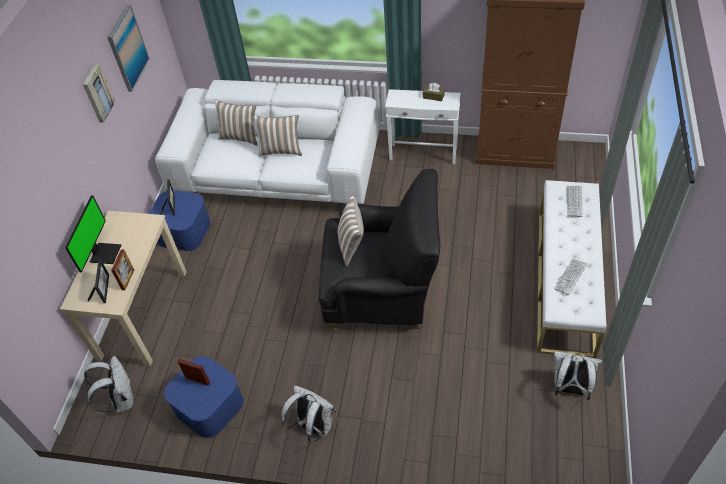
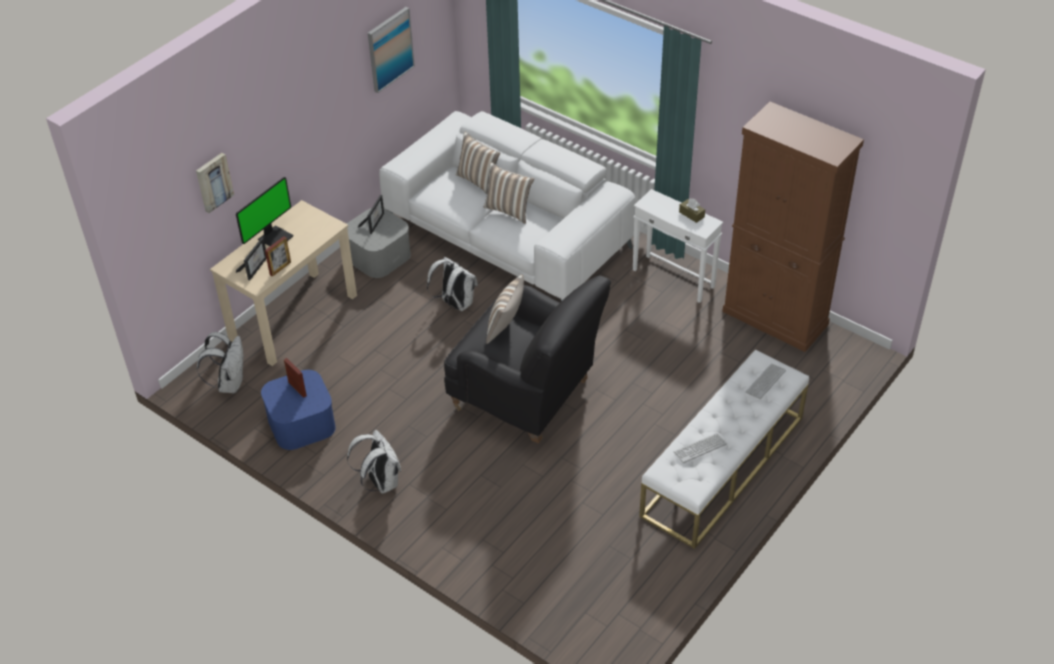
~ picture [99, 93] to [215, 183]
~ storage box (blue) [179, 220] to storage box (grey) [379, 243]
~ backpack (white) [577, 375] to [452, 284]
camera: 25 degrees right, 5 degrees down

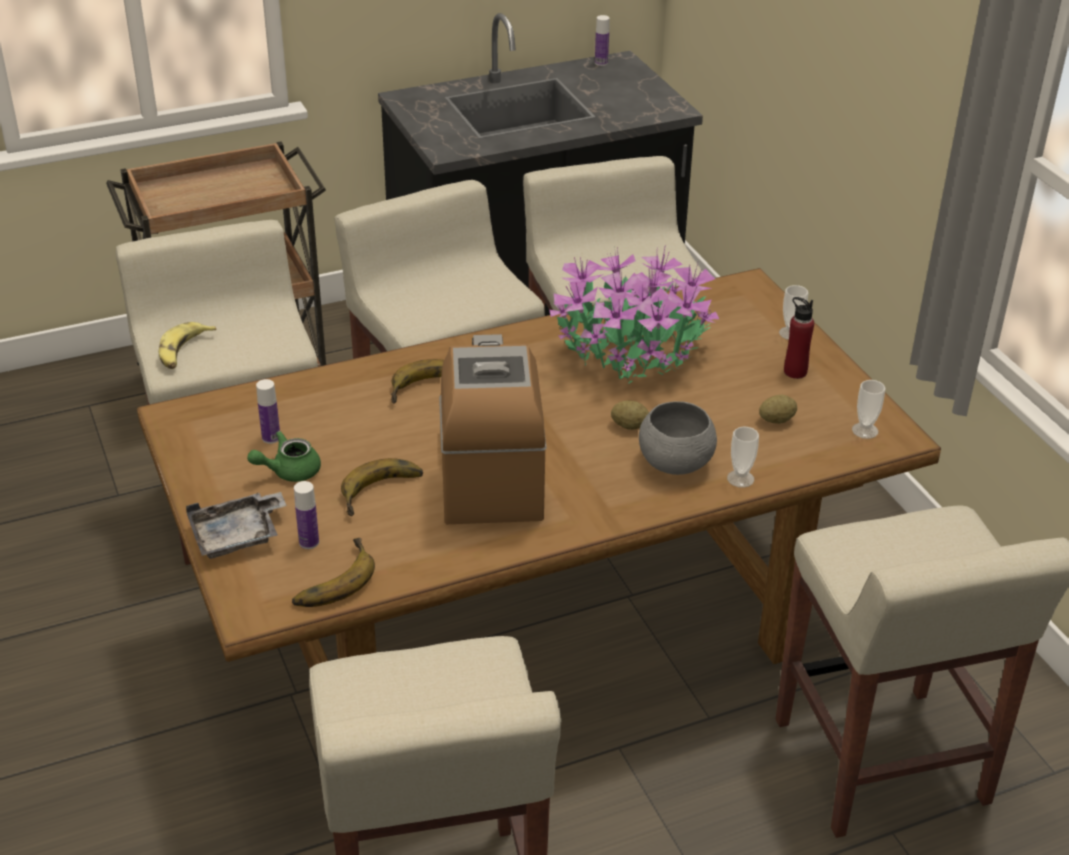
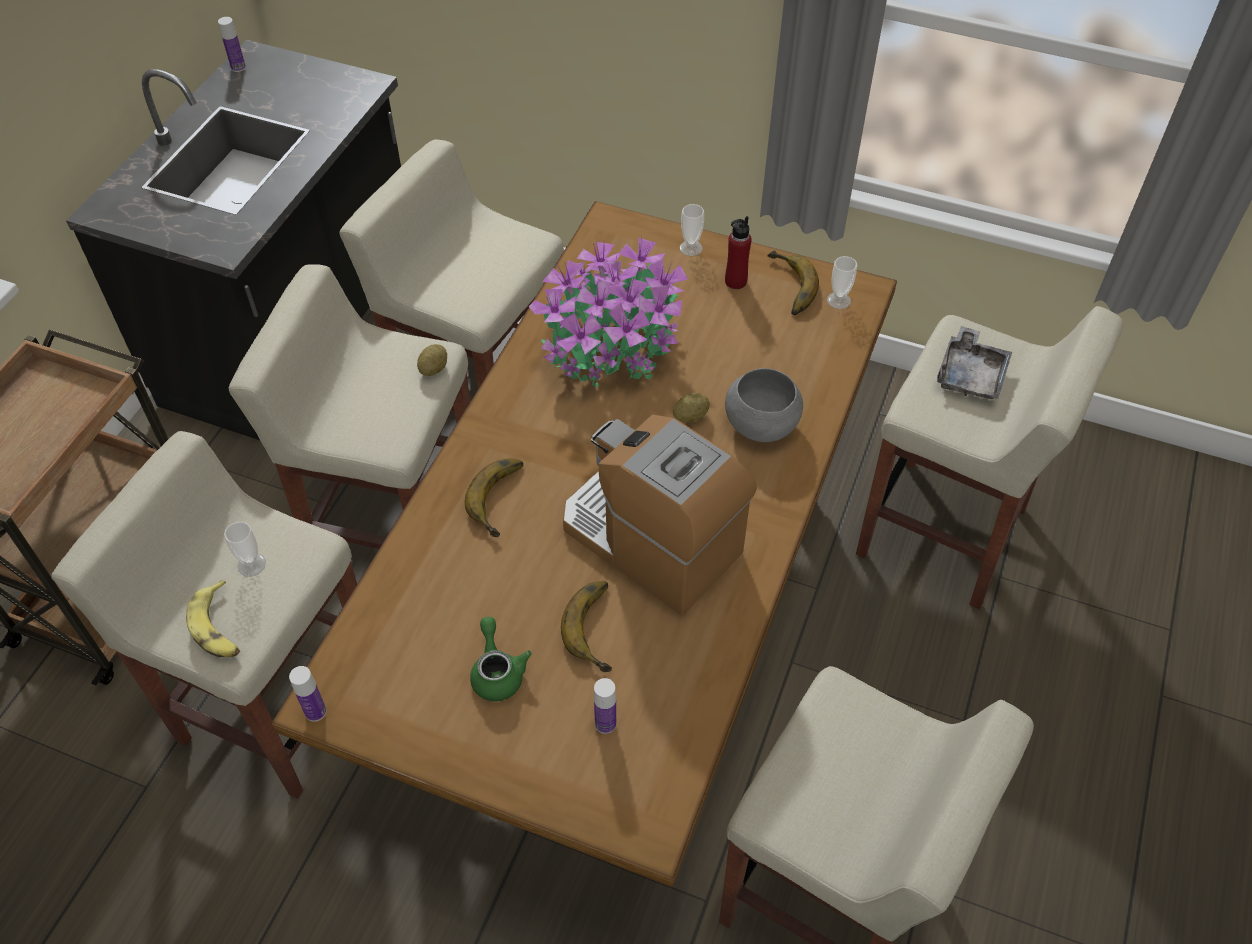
~ cup [743, 457] to [245, 549]
~ bottle [268, 411] to [307, 694]
~ potato [778, 409] to [432, 360]
~ teapot (green) [284, 456] = [501, 659] 150 degrees clockwise
~ banana [333, 572] to [793, 282]
~ tray (grey) [236, 525] to [974, 362]
camera: 45 degrees left, 15 degrees up

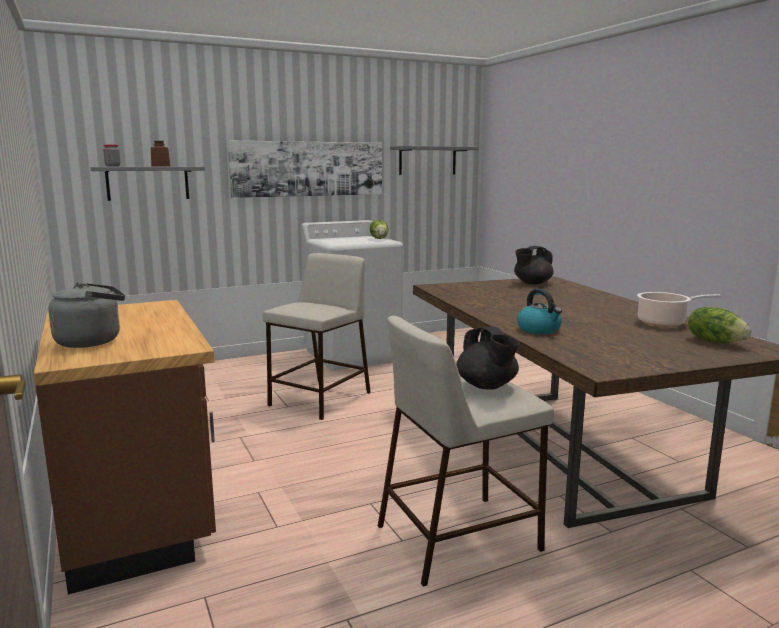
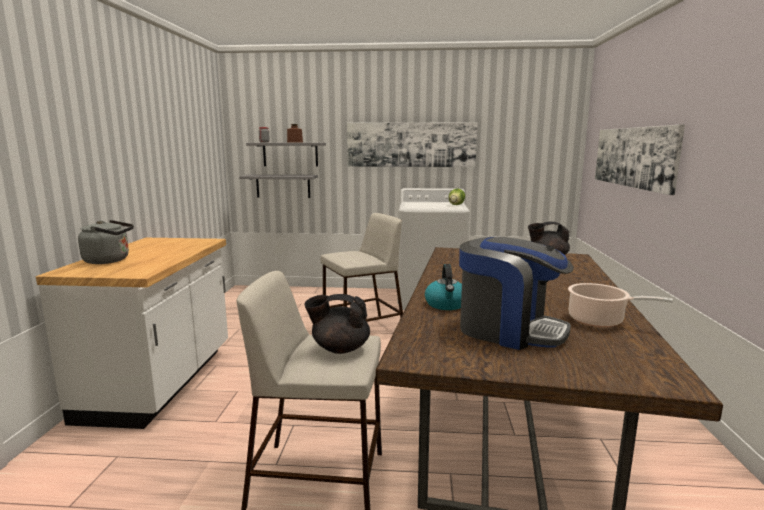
~ counter (brown) [125, 447] to counter (white) [132, 333]
~ shelf (grey) [434, 160] to [278, 186]
~ teapot (black) [488, 358] = [337, 324] 90 degrees clockwise
+ coffee machine [516, 293]
+ picture [640, 160]
- lettuce [719, 325]
camera: 30 degrees right, 0 degrees up

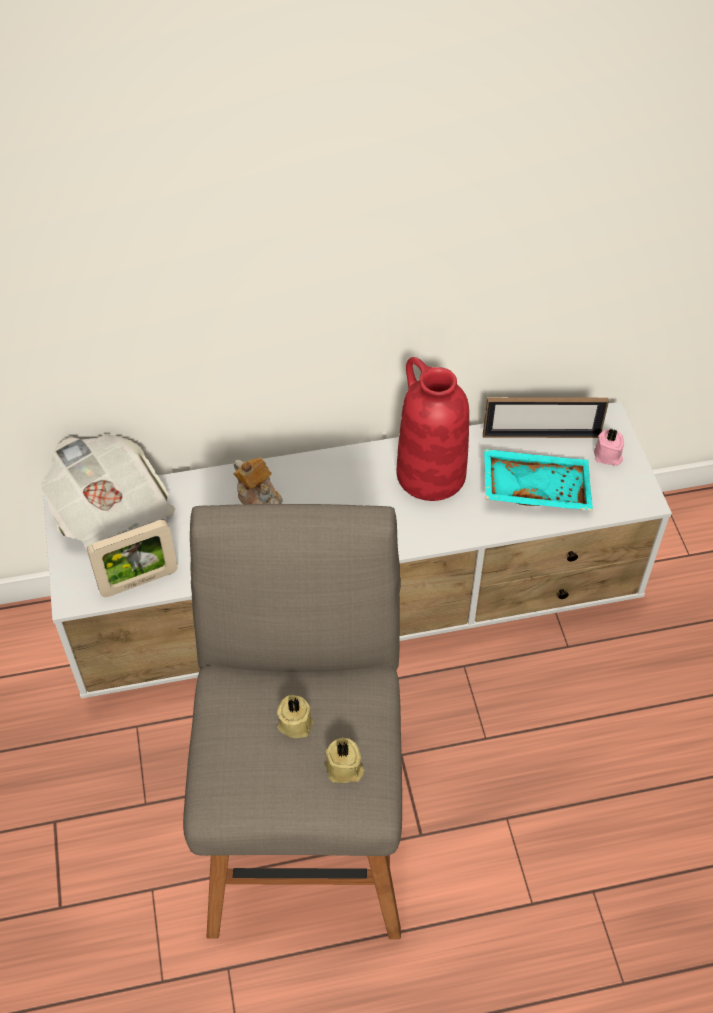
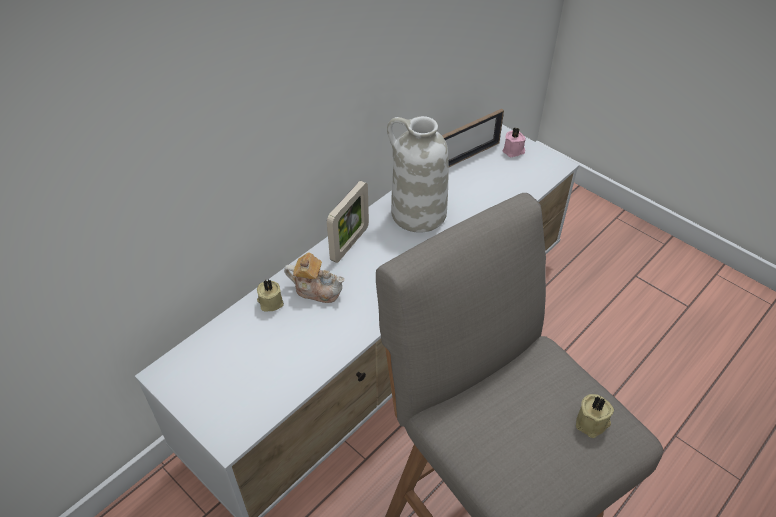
~ candle (beige) [295, 716] to [270, 296]
~ picture frame [132, 558] to [348, 222]
~ vase (red) [432, 429] to vase (white) [417, 174]
- newspaper [108, 492]
- tray (turquoise) [538, 480]
camera: 35 degrees left, 5 degrees down

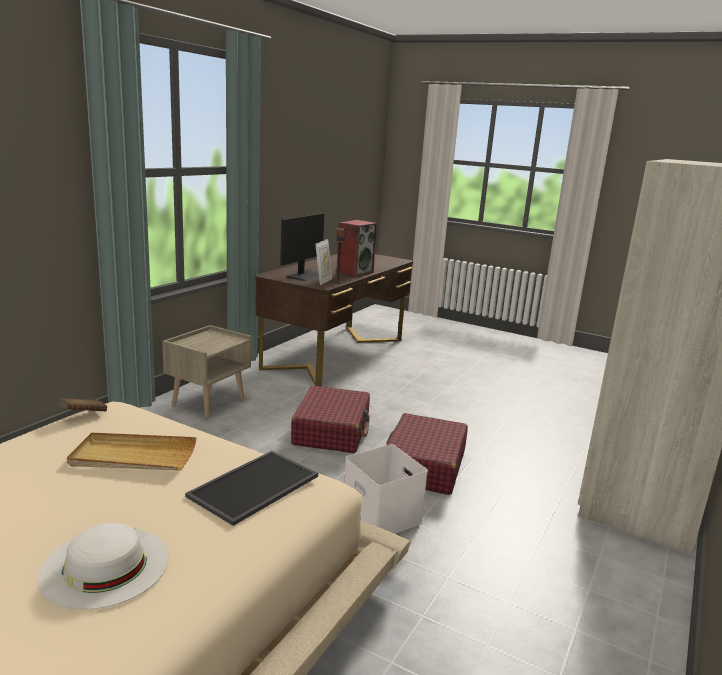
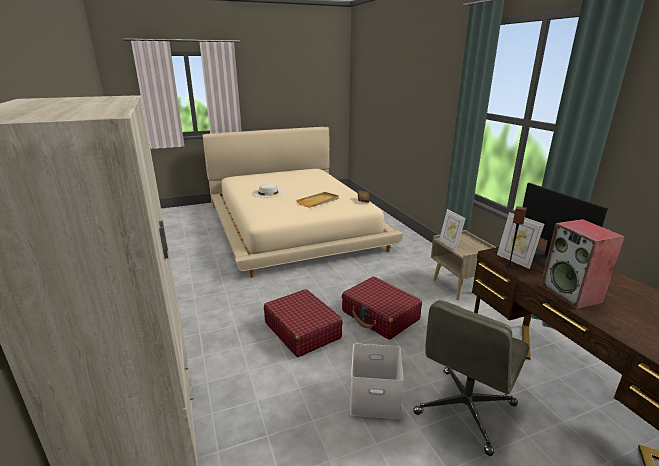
~ storage box (white) [386, 489] to [377, 381]
+ office chair (grey) [471, 378]
+ picture frame [452, 230]
- tray [251, 488]
camera: 130 degrees right, 5 degrees up

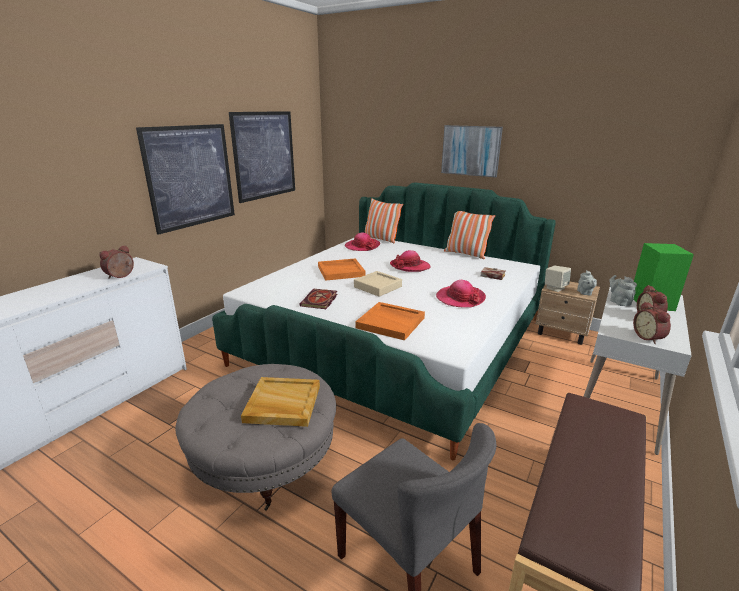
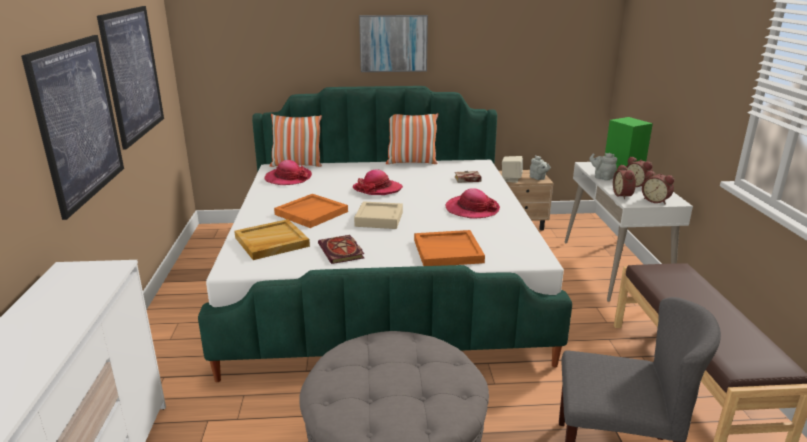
~ tray (beige) [280, 402] to [272, 239]
~ alarm clock [116, 262] to [624, 181]
camera: 35 degrees left, 0 degrees up

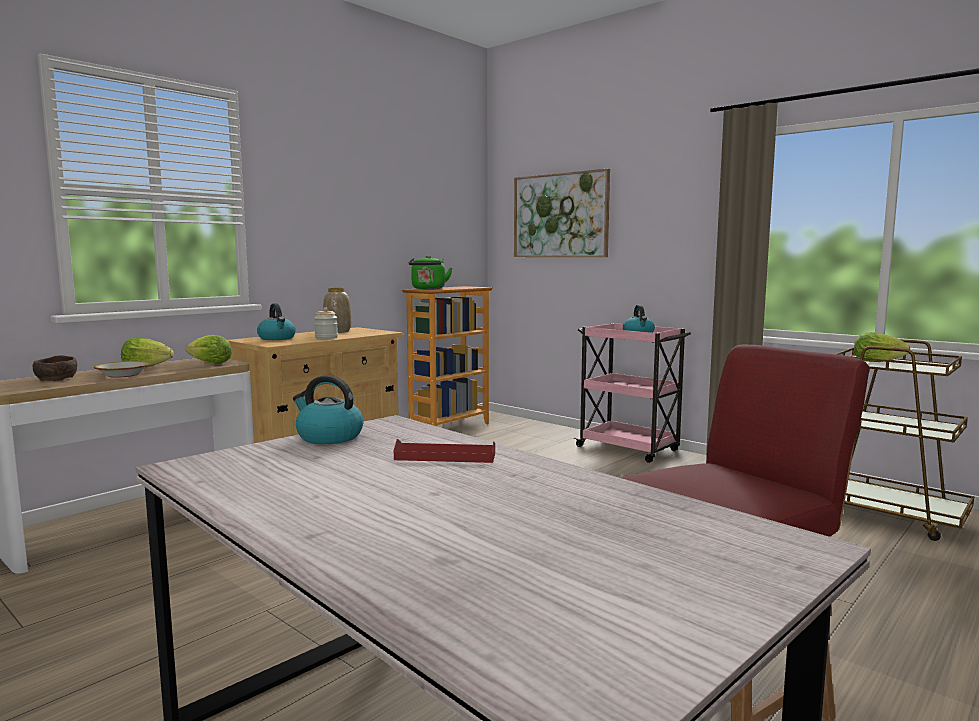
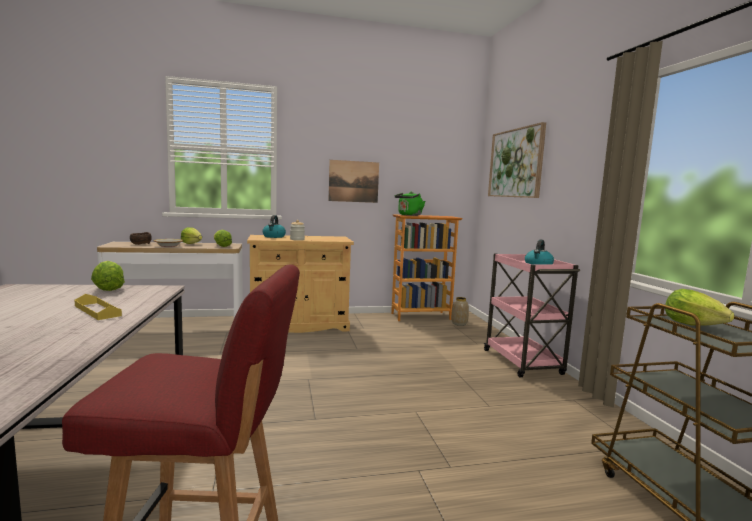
~ tray (red) [444, 451] to tray (yellow) [98, 307]
~ kettle [328, 409] to lettuce [108, 276]
+ picture [354, 181]
~ vase [337, 310] to [460, 311]
camera: 35 degrees right, 0 degrees up

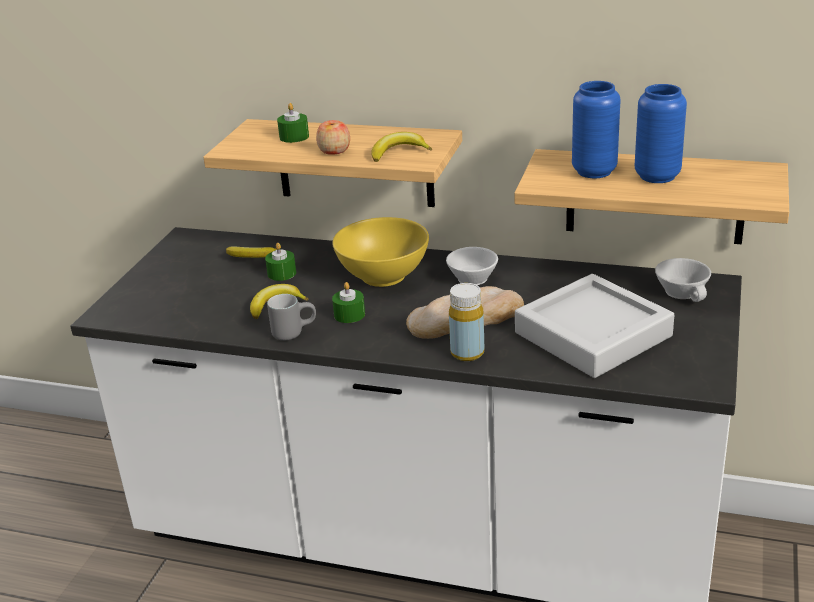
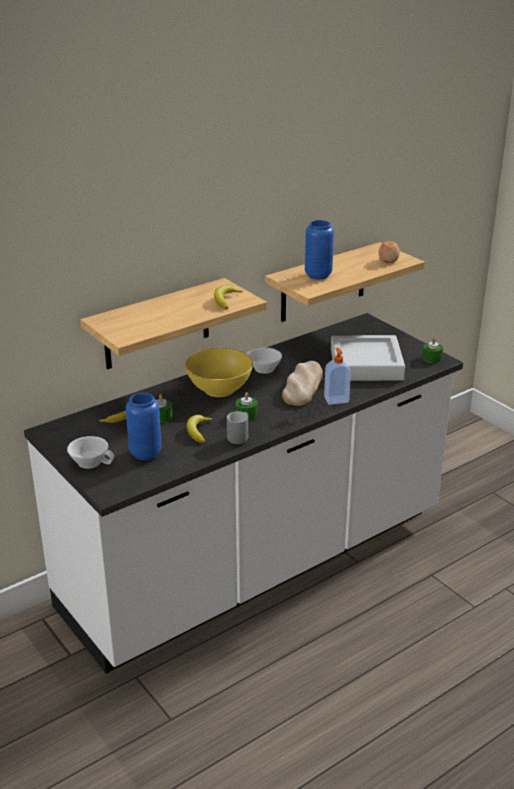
~ cup (white) [683, 280] to [90, 452]
~ vase (blue) [661, 133] to [143, 426]
~ bottle (yellow) [466, 322] to soap dispenser [337, 376]
~ apple [333, 137] to [389, 252]
~ candle (green) [293, 123] to [432, 350]
camera: 55 degrees left, 0 degrees up

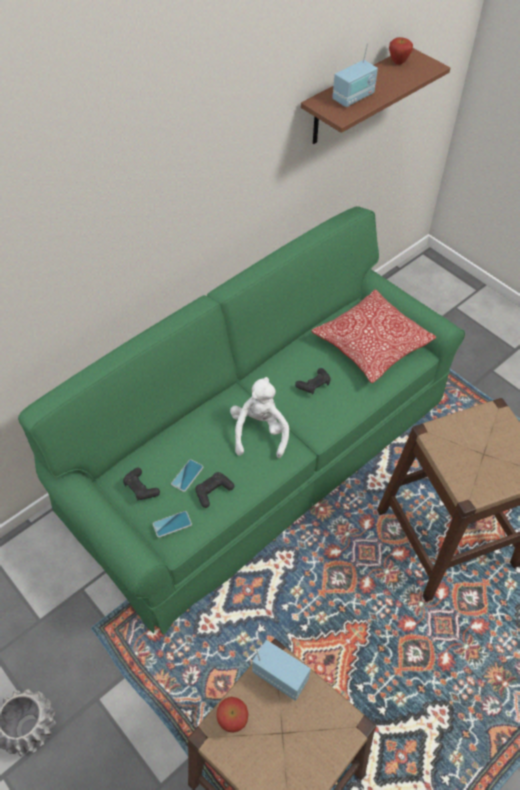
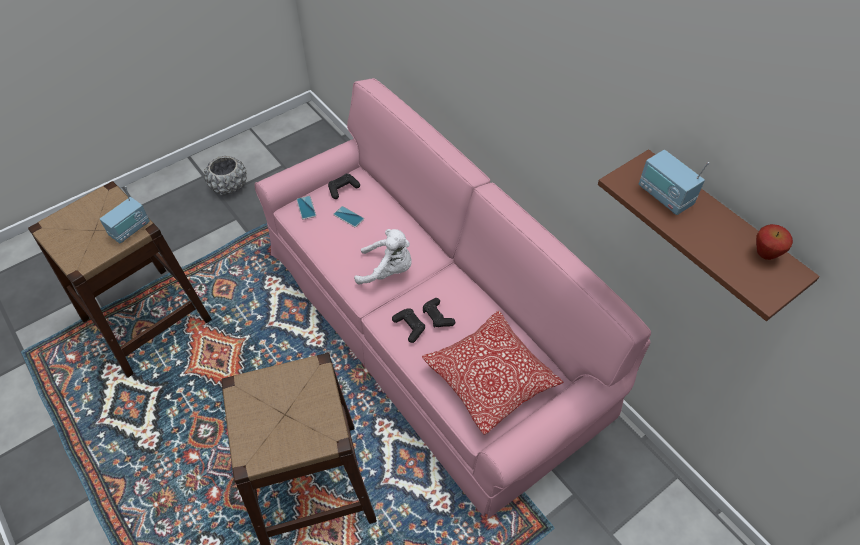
~ sofa (green) [241, 420] to sofa (pink) [453, 298]
~ game controller (black) [214, 490] to [408, 325]
- apple [232, 715]
camera: 95 degrees right, 0 degrees up

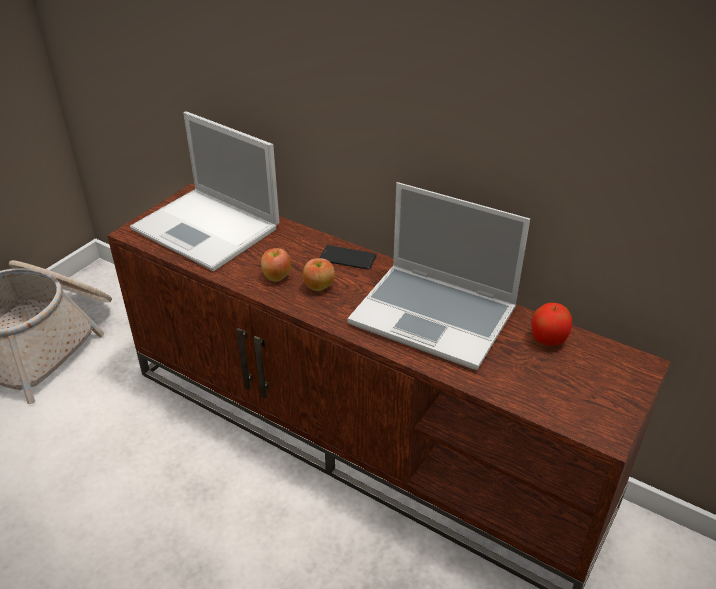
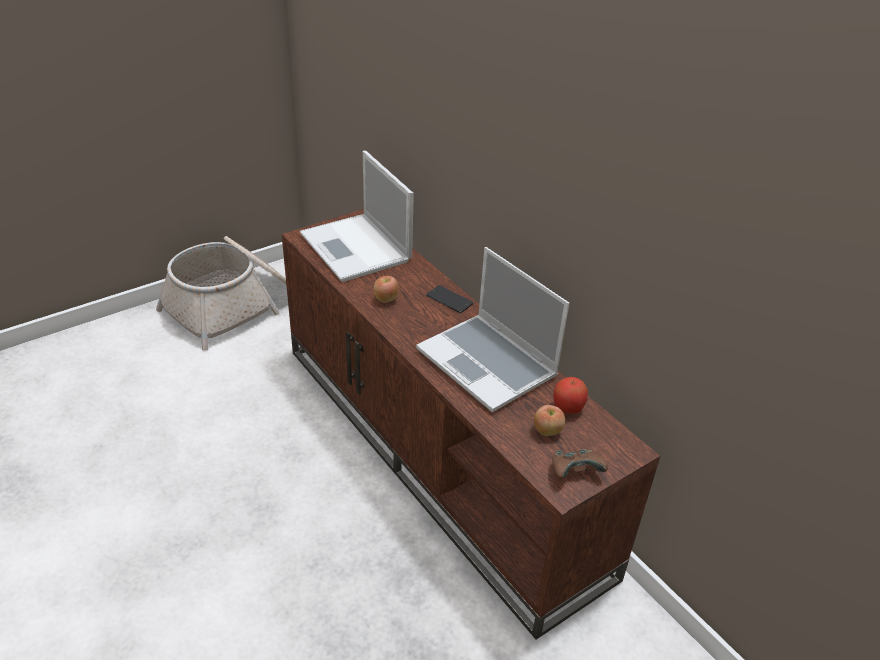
~ apple [319, 274] to [549, 420]
+ game controller (brown) [580, 464]
camera: 20 degrees right, 0 degrees up

